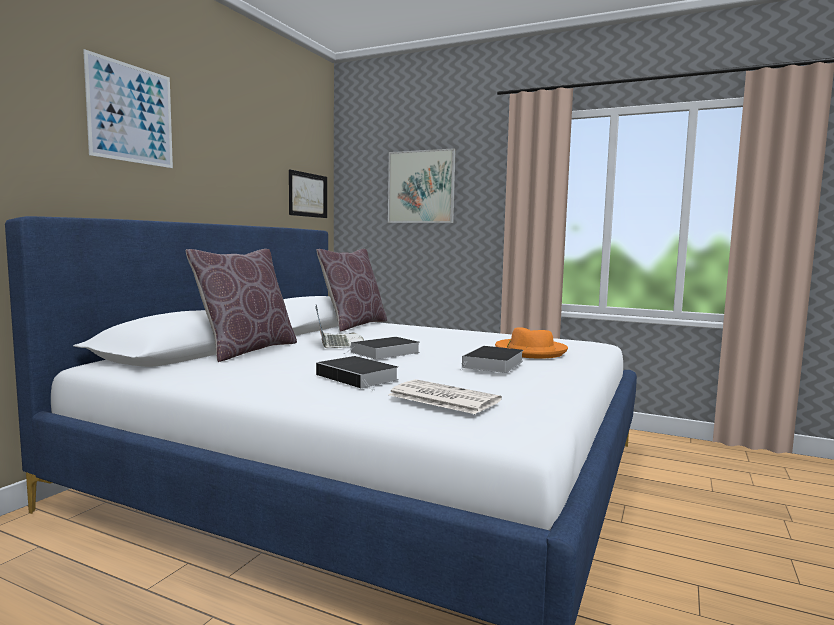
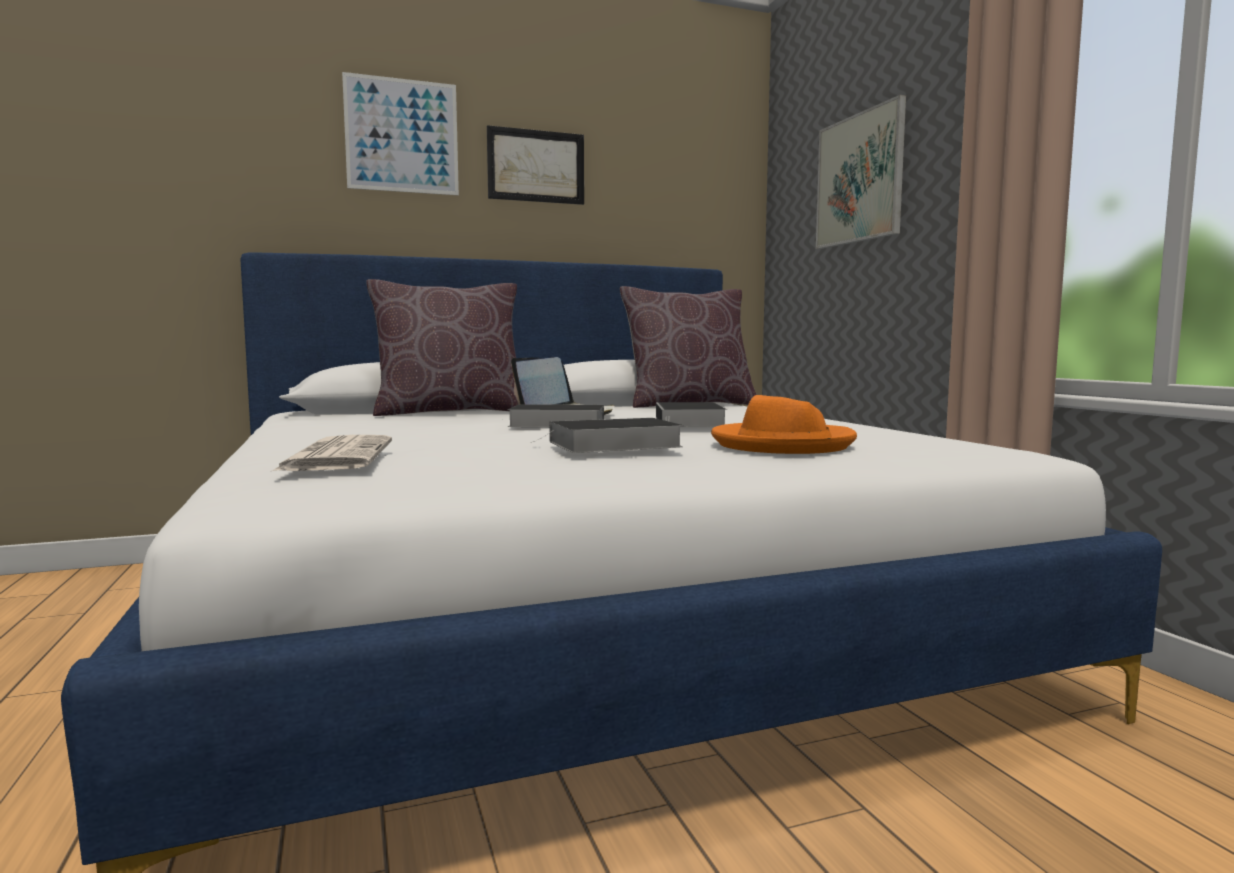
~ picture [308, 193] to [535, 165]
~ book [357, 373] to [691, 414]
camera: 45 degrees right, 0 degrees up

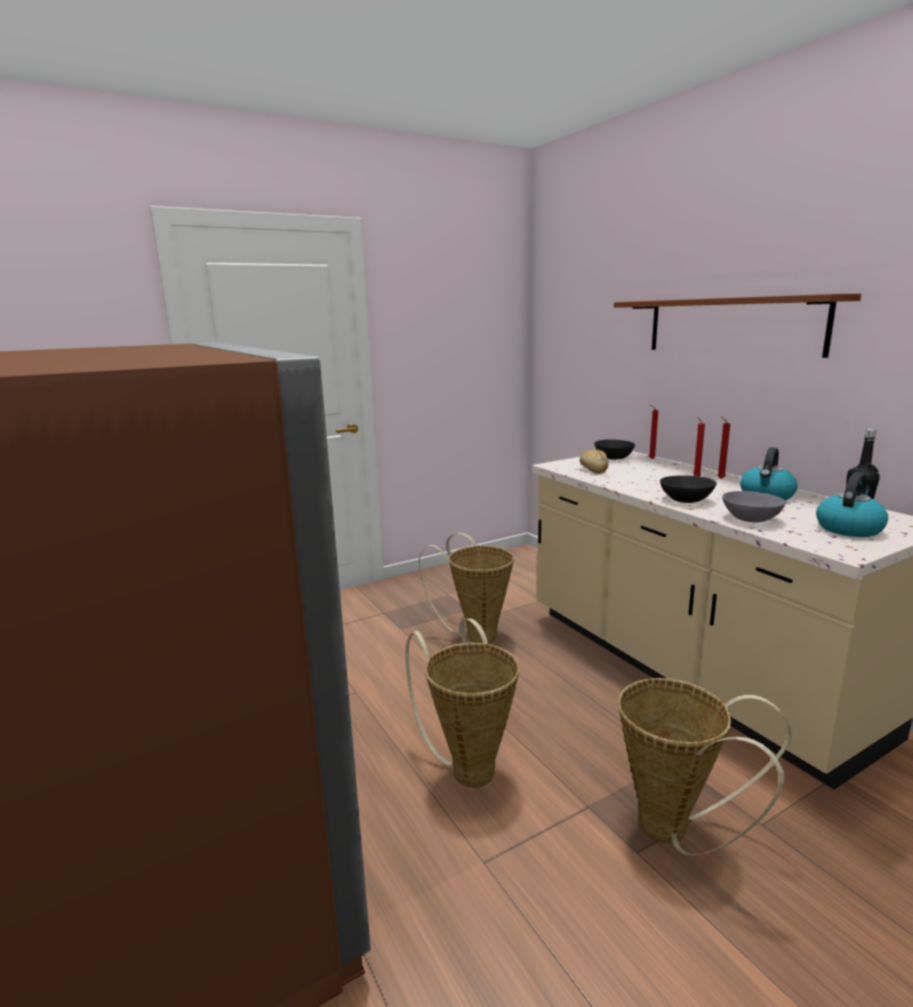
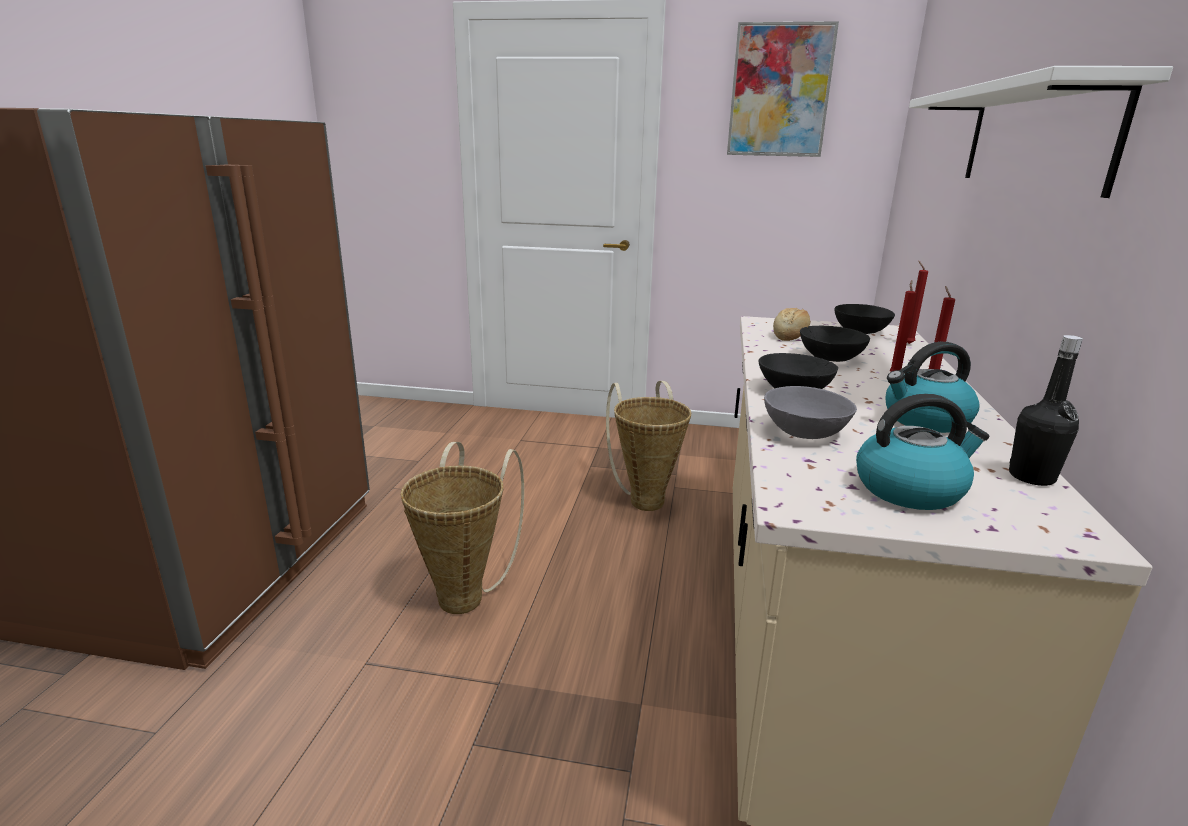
+ picture [783, 89]
+ bowl (black) [835, 343]
~ shelf (brown) [737, 326] to shelf (white) [1041, 132]
- basket [705, 767]
camera: 40 degrees right, 5 degrees up

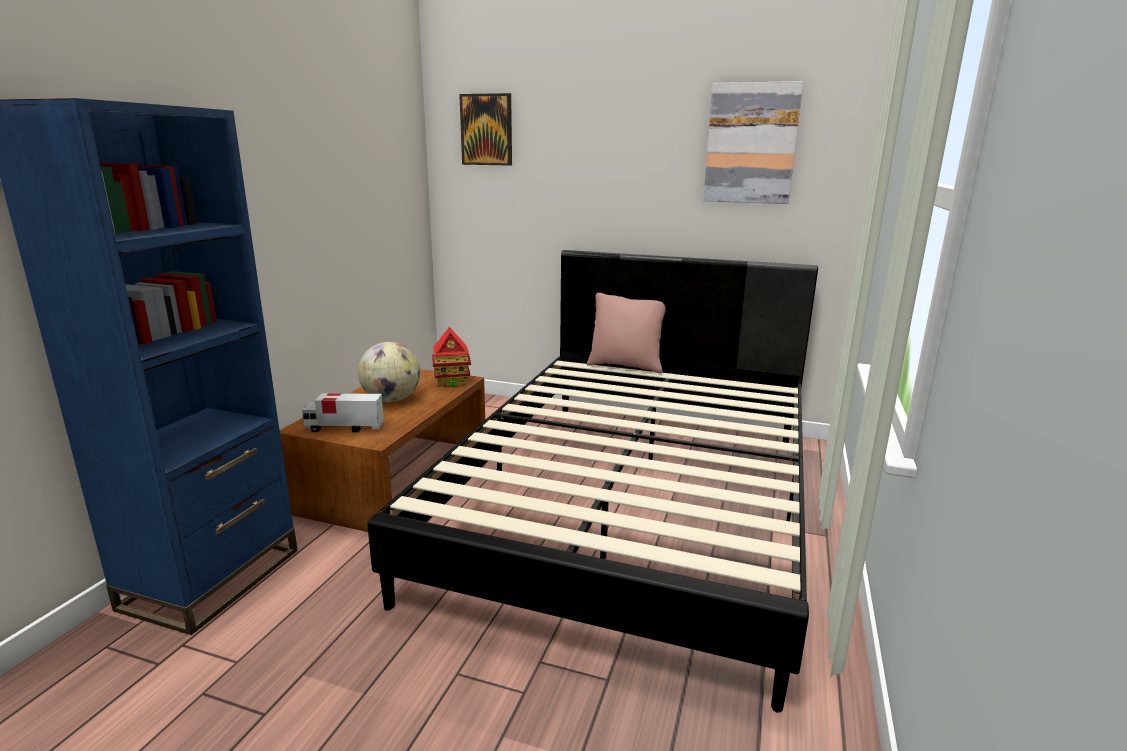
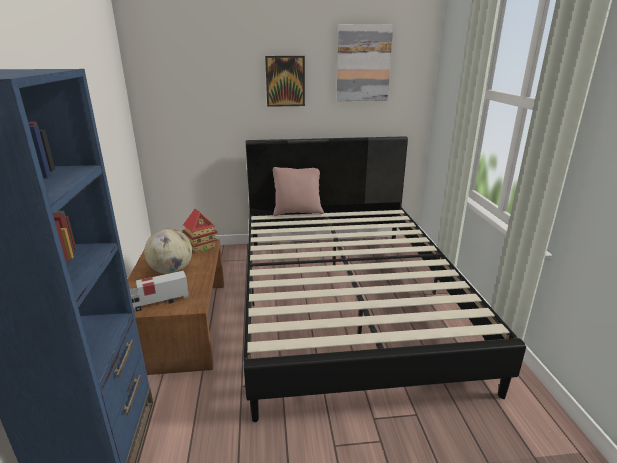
~ picture [485, 129] to [285, 81]
camera: 25 degrees left, 5 degrees up

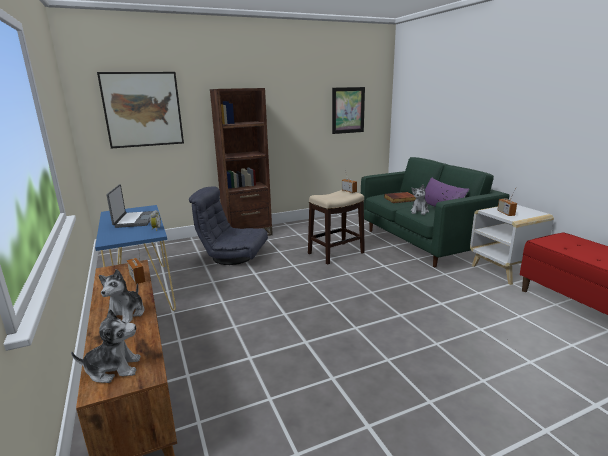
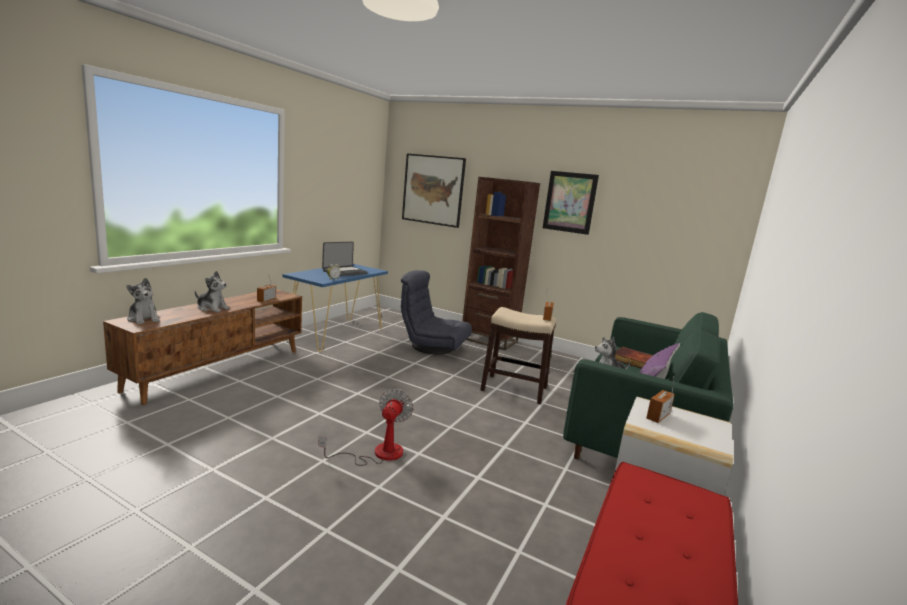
~ plush toy [122, 296] = [212, 291] 135 degrees counterclockwise
+ fan [366, 427]
~ armchair (grey) [228, 225] = [436, 312] 45 degrees counterclockwise
~ picture [348, 110] to [571, 203]
camera: 50 degrees right, 5 degrees down

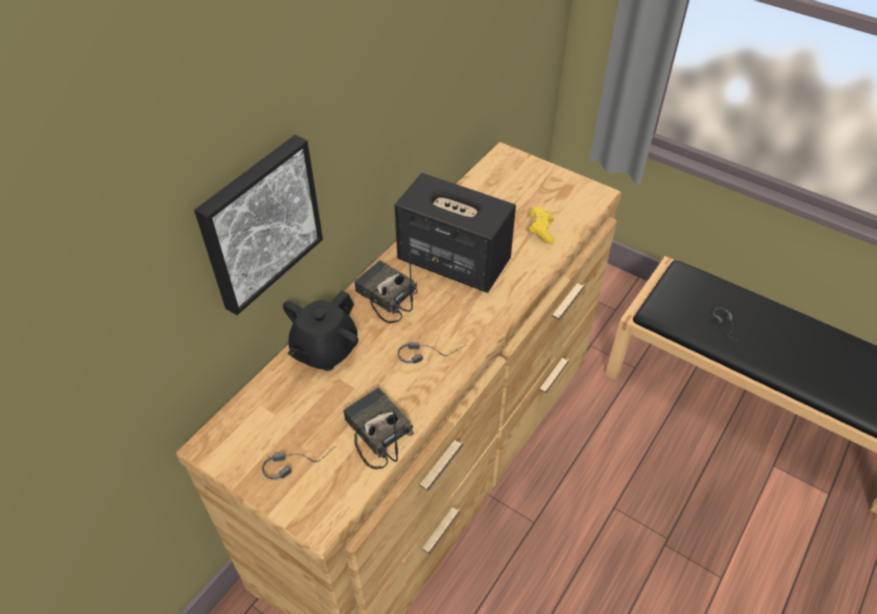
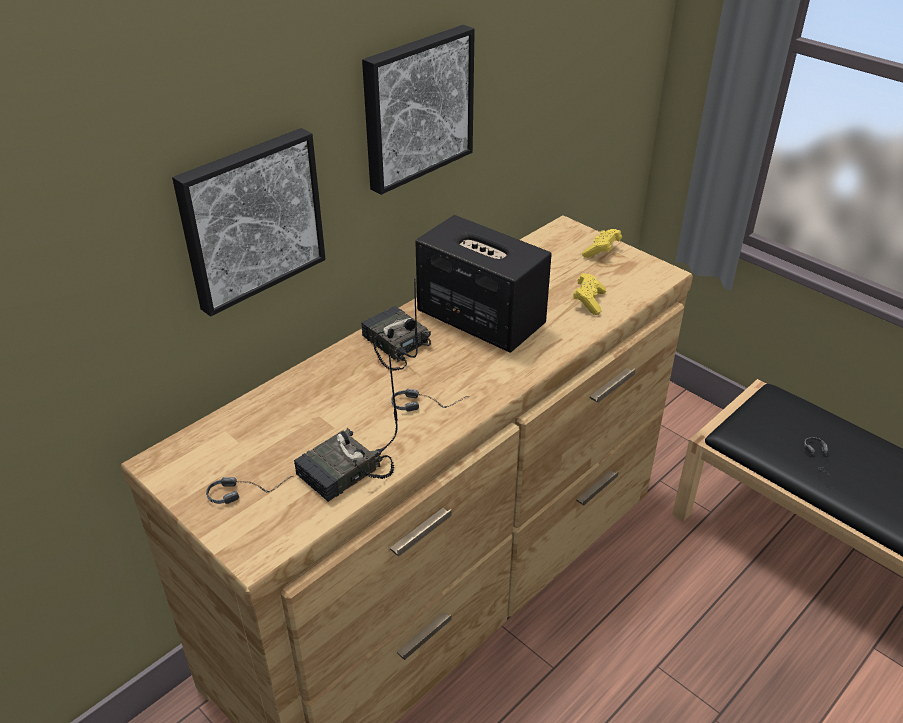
~ radio [378, 428] = [346, 428] 105 degrees counterclockwise
+ picture [418, 110]
+ game controller (yellow) [602, 243]
- teapot (black) [320, 330]
camera: 10 degrees right, 10 degrees down

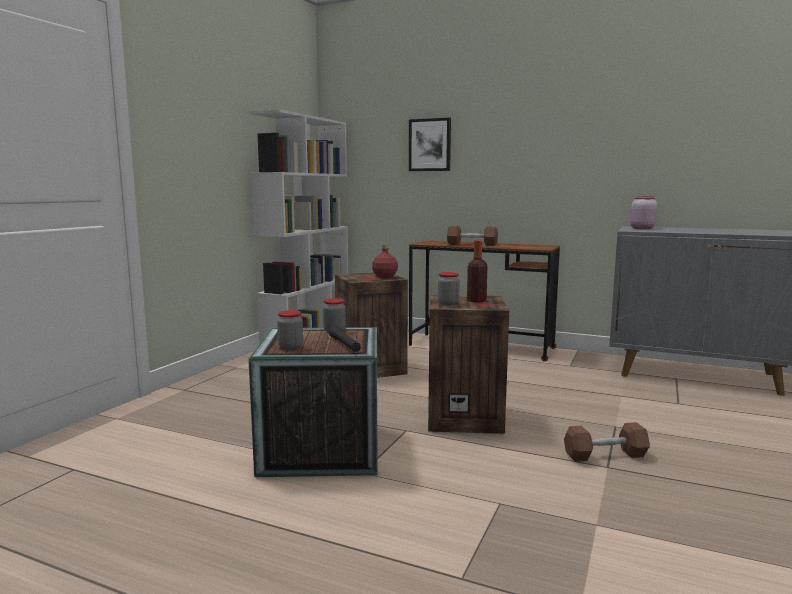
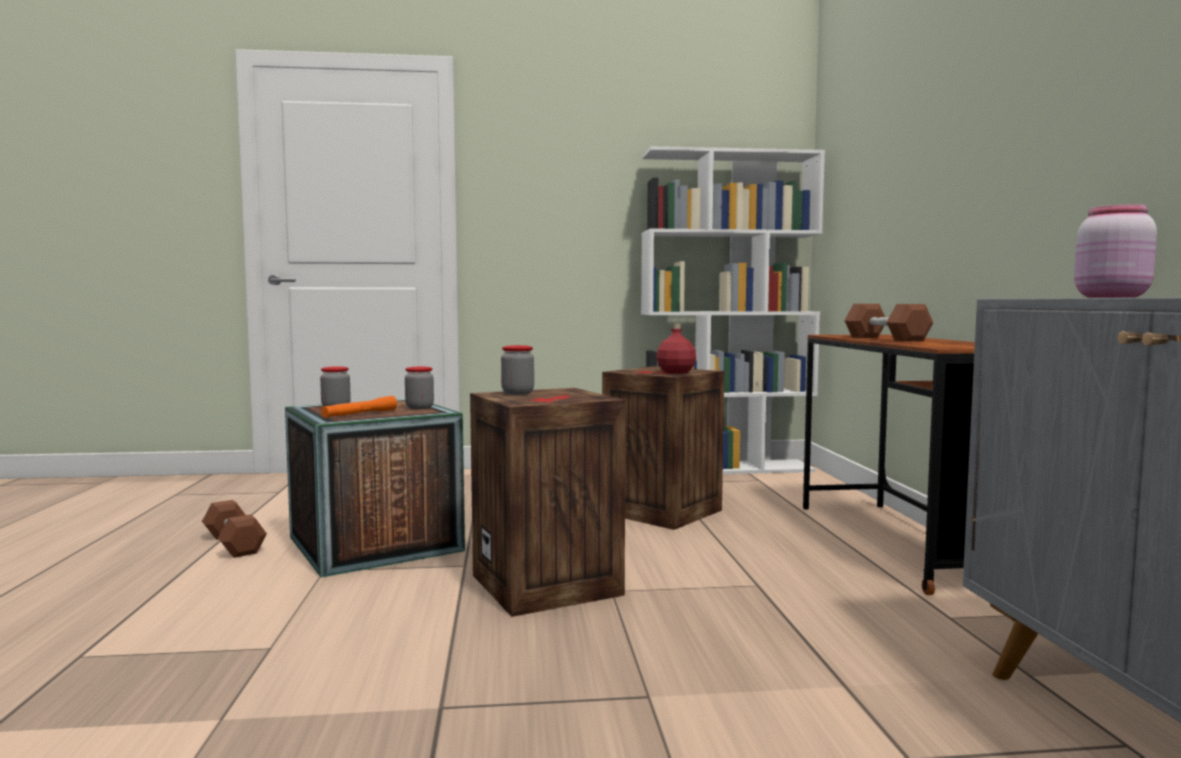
~ dumbbell (brown) [607, 442] to [234, 529]
~ flashlight (black) [345, 339] to flashlight (orange) [359, 407]
- picture [430, 144]
- bottle [477, 271]
camera: 60 degrees right, 5 degrees down

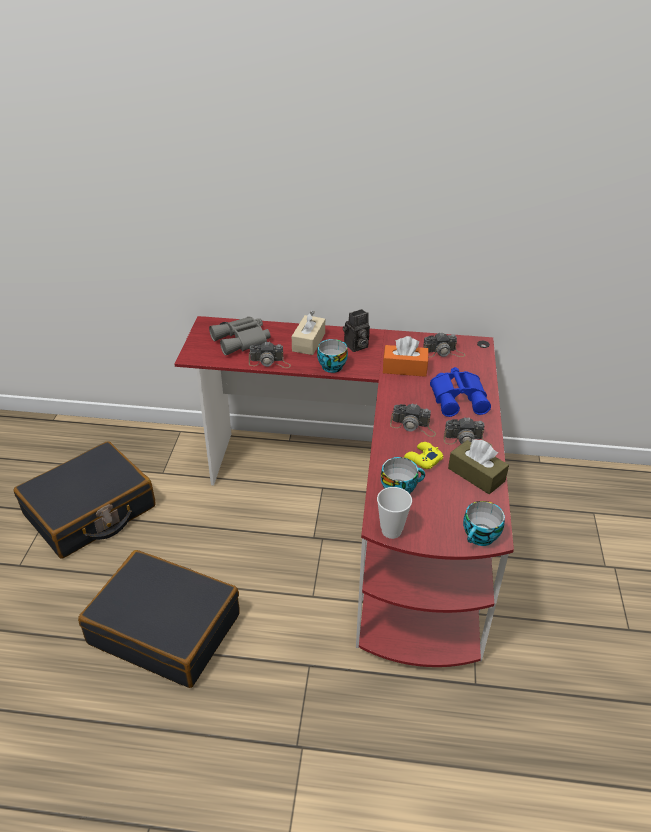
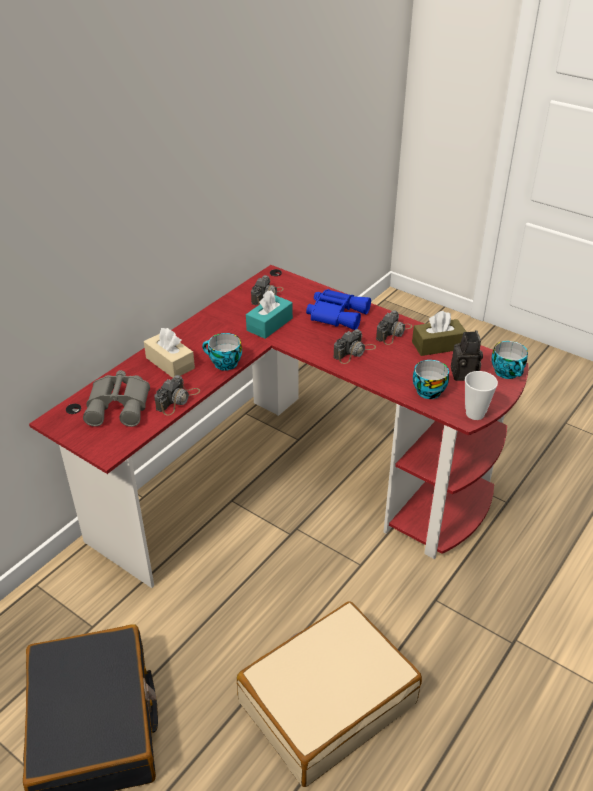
~ suitcase (black) [159, 619] to suitcase (beige) [329, 694]
~ tissue box (orange) [405, 356] to tissue box (turquoise) [269, 315]
~ photo camera [356, 330] to [467, 355]
- game controller (yellow) [423, 455]
camera: 60 degrees left, 0 degrees up

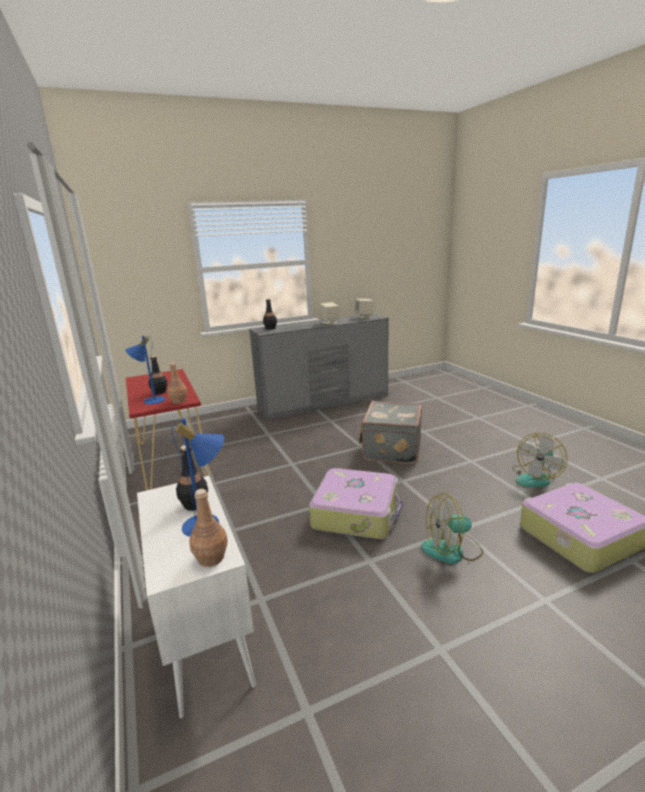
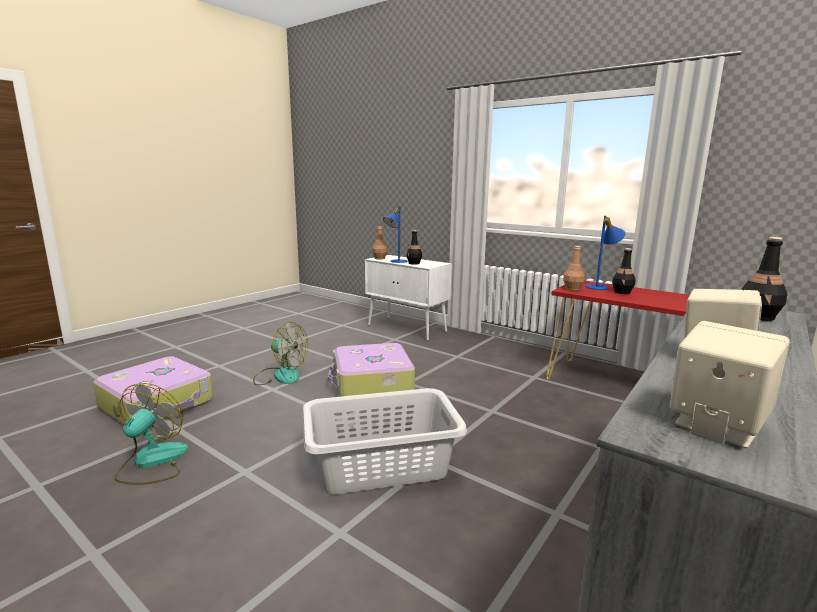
~ fan [452, 528] = [280, 353] 60 degrees clockwise
~ suitcase (grey) [390, 432] to laundry basket (grey) [384, 441]
camera: 150 degrees right, 5 degrees down

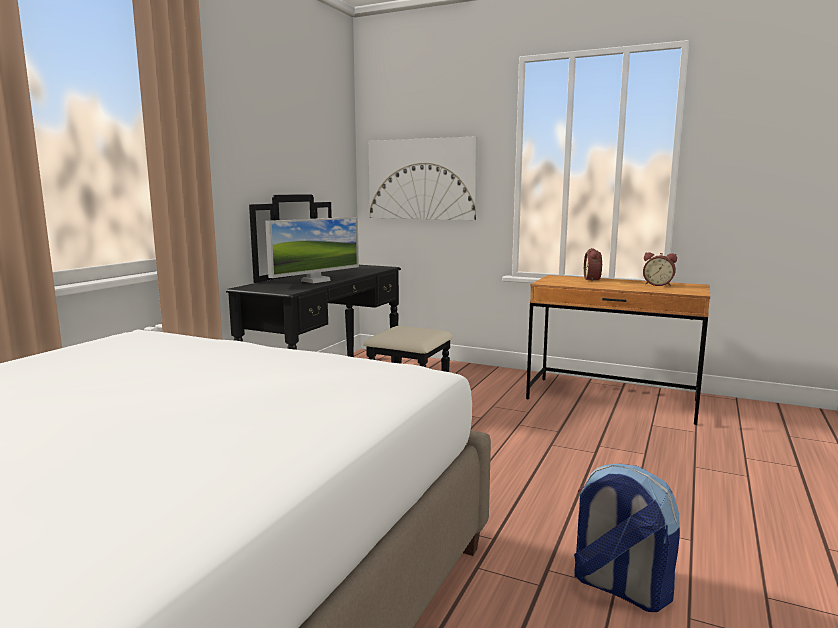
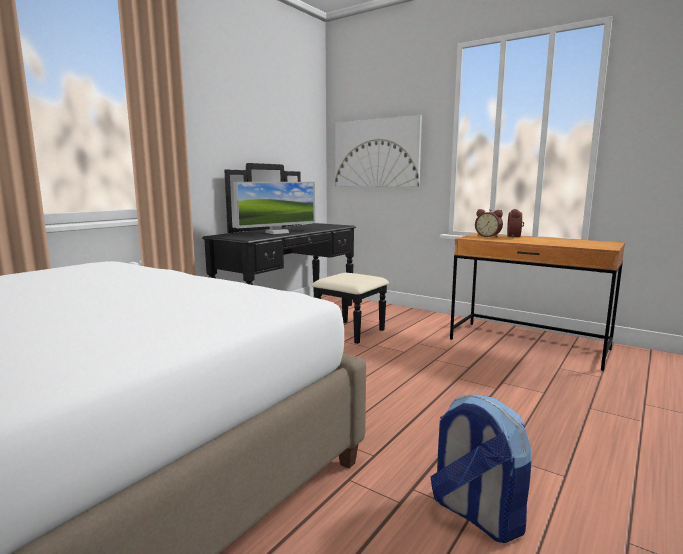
~ alarm clock [660, 269] to [489, 223]
camera: 10 degrees right, 0 degrees up

